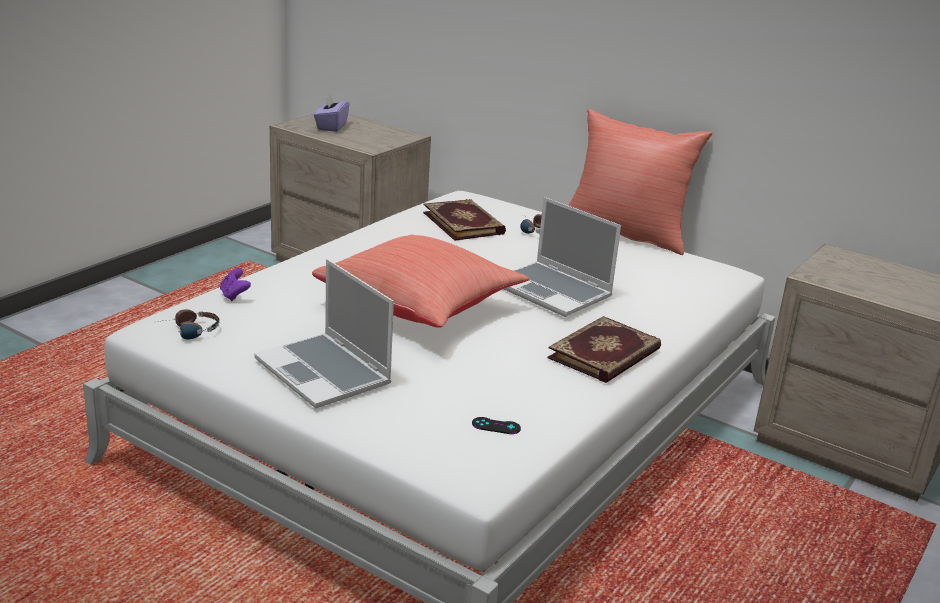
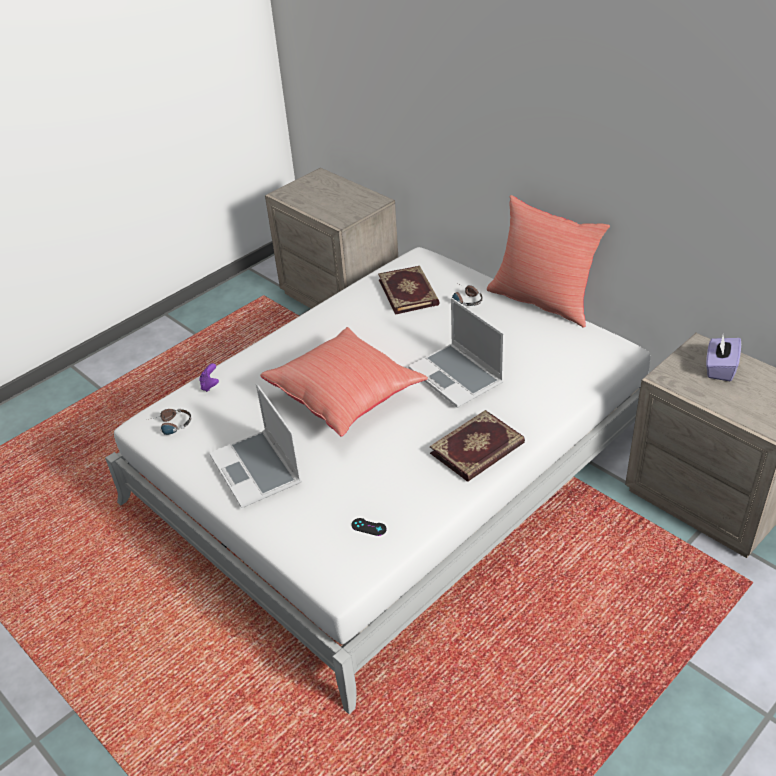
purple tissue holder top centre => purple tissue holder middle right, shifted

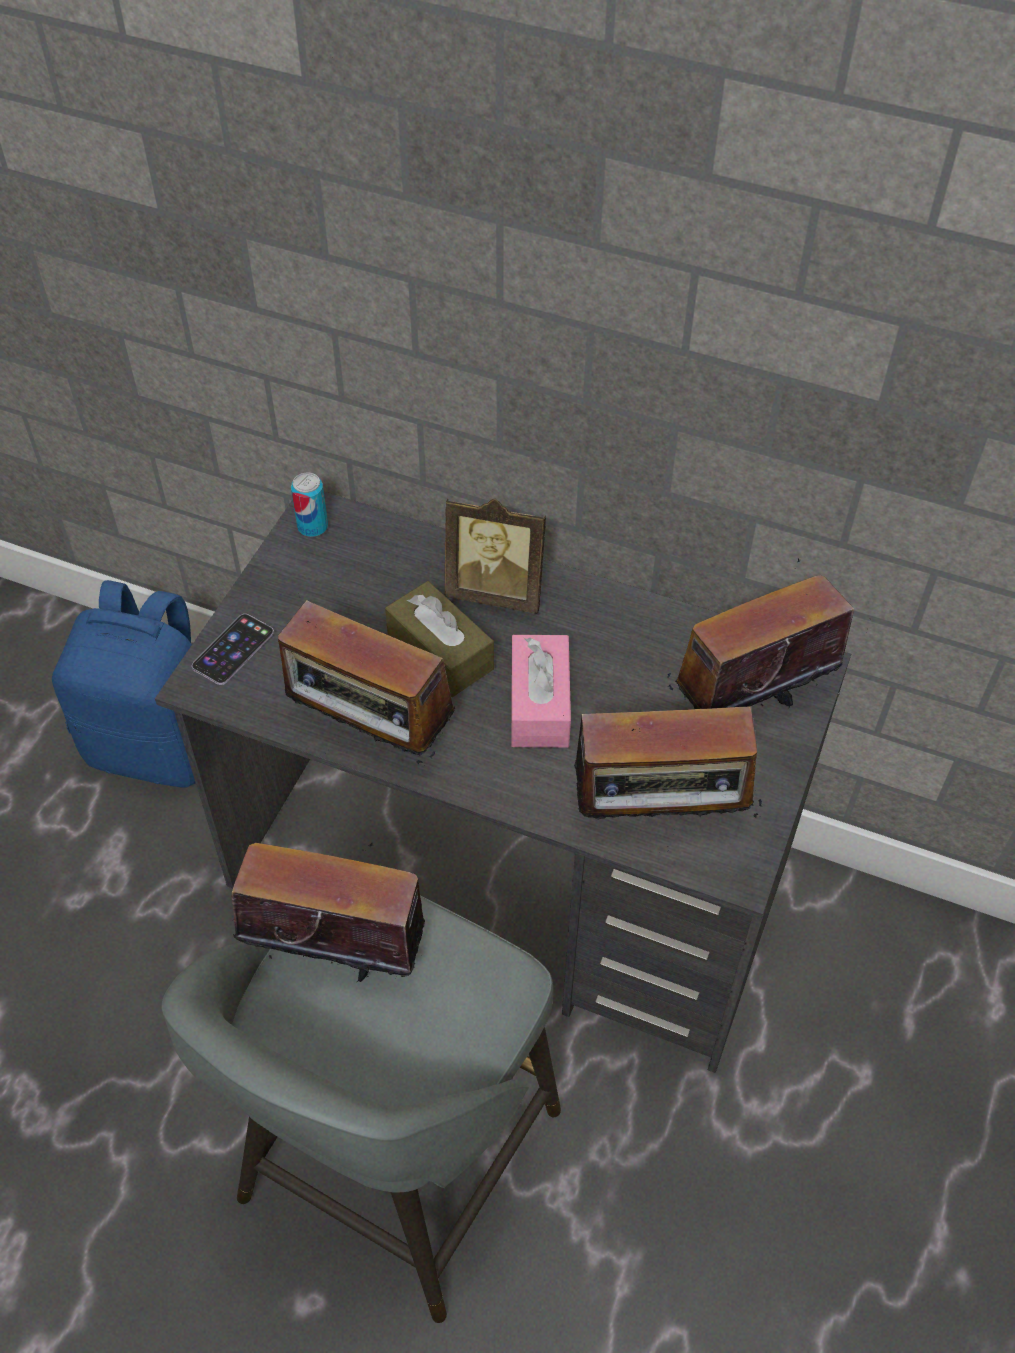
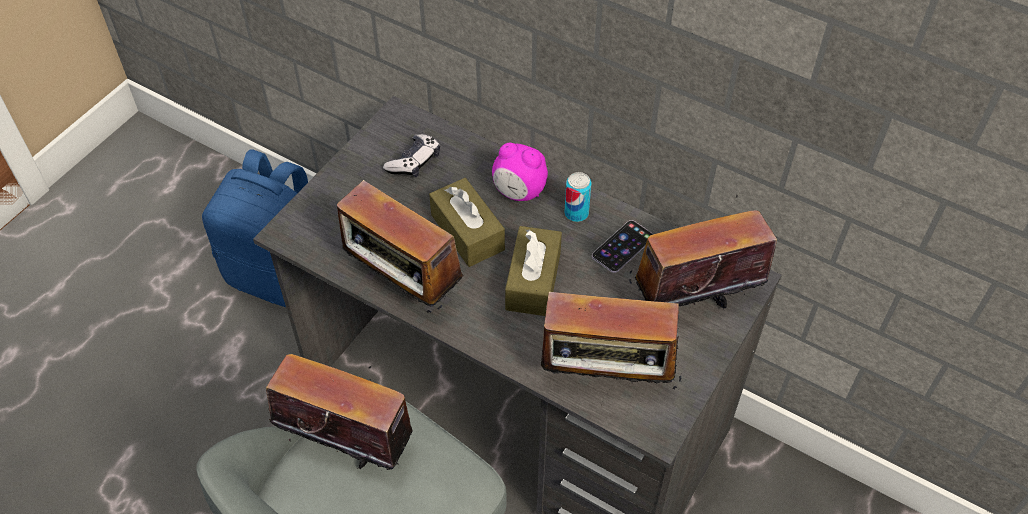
nothing => game controller top centre
telephone middle left => telephone centre, shifted
can middle left => can centre, shifted
picture frame centre => alarm clock centre
pink-coloured tissue holder centre => brown-coloured tissue holder (no. 2 from left) centre

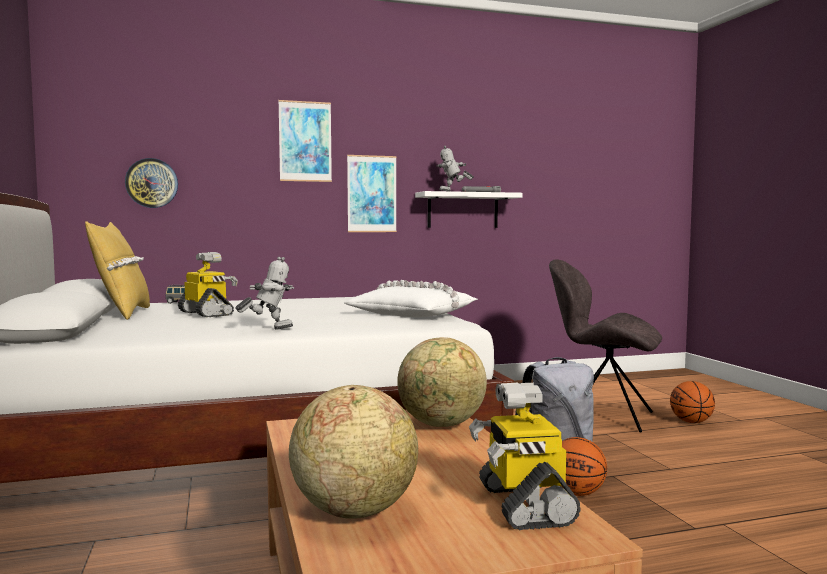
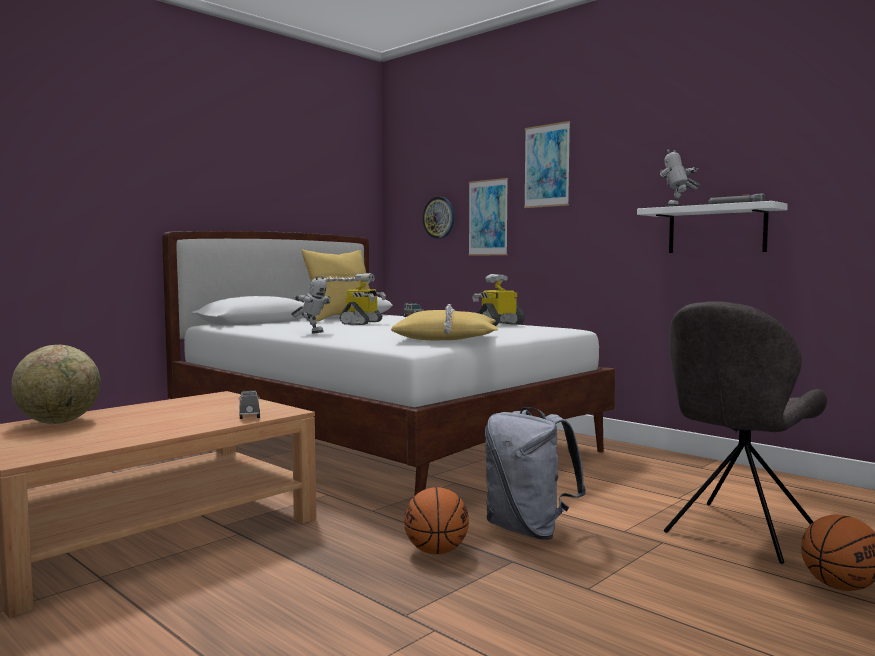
wall art (no. 2 from left in the first image) centre => wall art (no. 1 from left) top centre, shifted
robot figure (no. 4 from left in the first image) bottom centre => robot figure (no. 3 from left) centre, shifted
world globe (no. 2 from left) centre => greyish toy car (no. 1 from left) middle left
whitish cushion centre => yellow cushion (no. 2 from left) centre
greyish chair middle right, 135 degrees counterclockwise

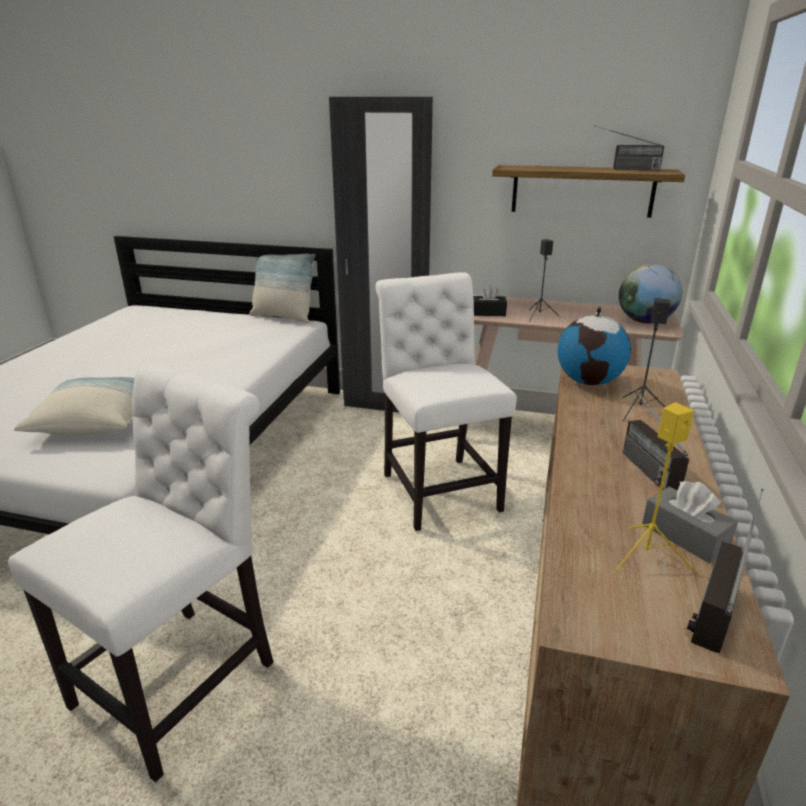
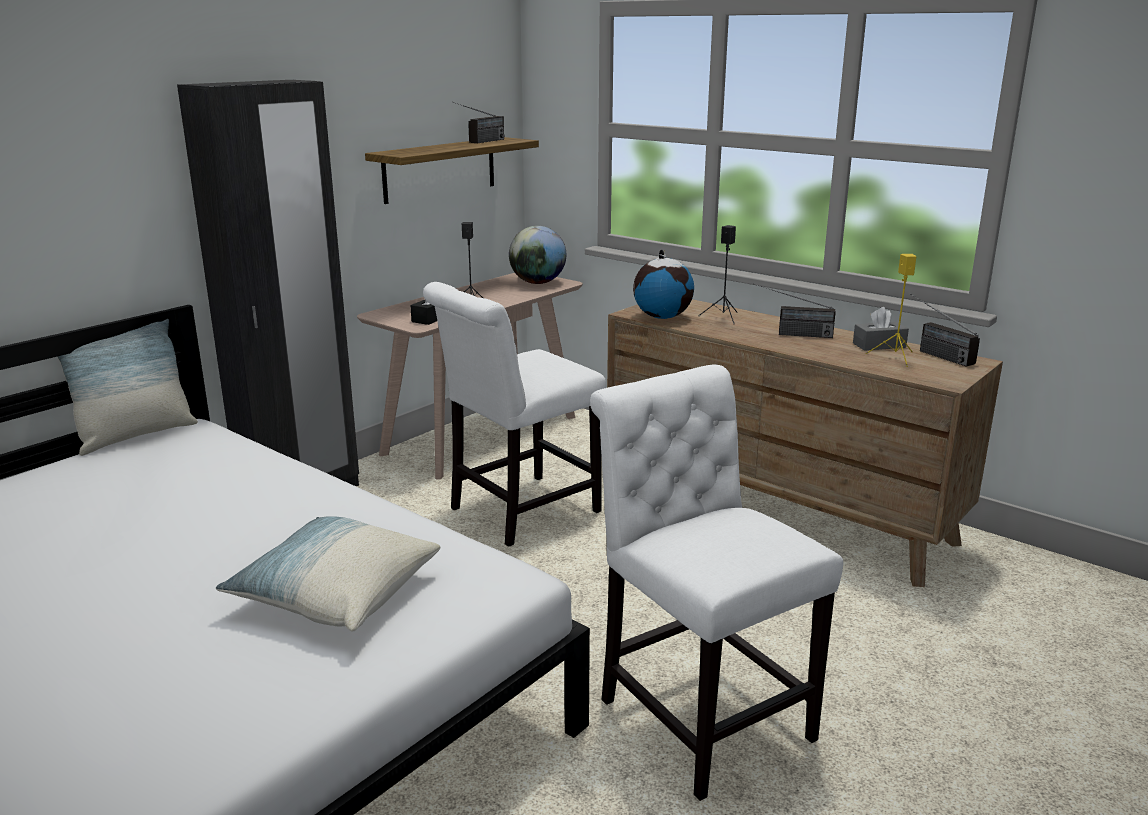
whitish chair (no. 2 from left in the first image) centre => whitish chair (no. 1 from left) centre, 45 degrees counterclockwise

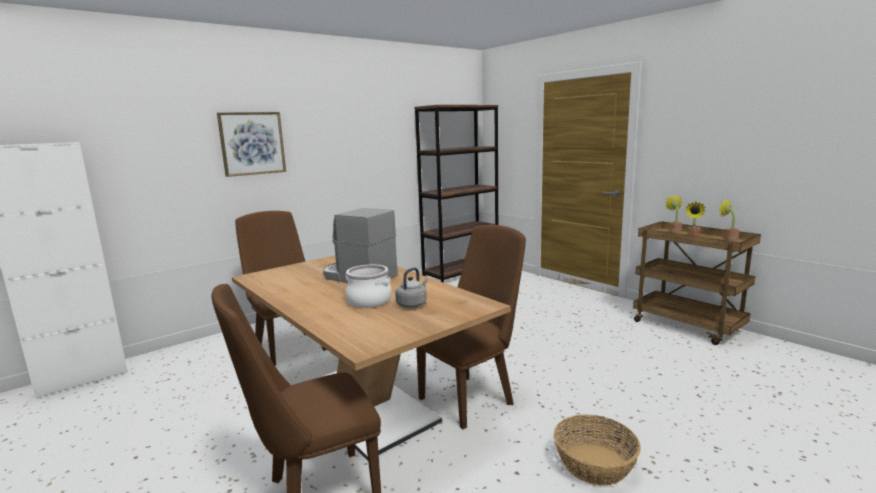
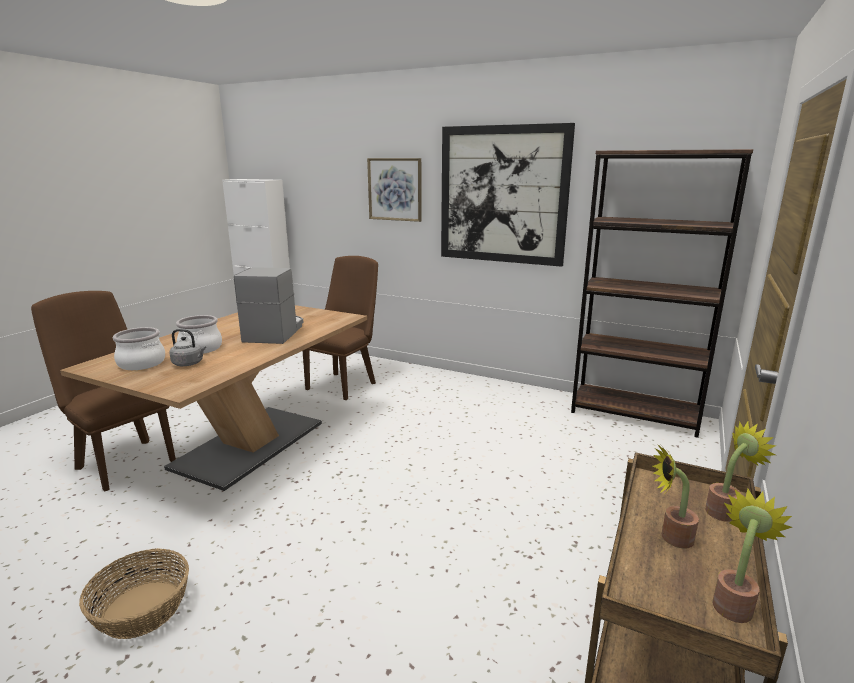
brown-coloured chair (no. 3 from left) centre => nothing
nothing => cooking pot (no. 1 from left) middle left
nothing => wall art (no. 2 from left) top centre

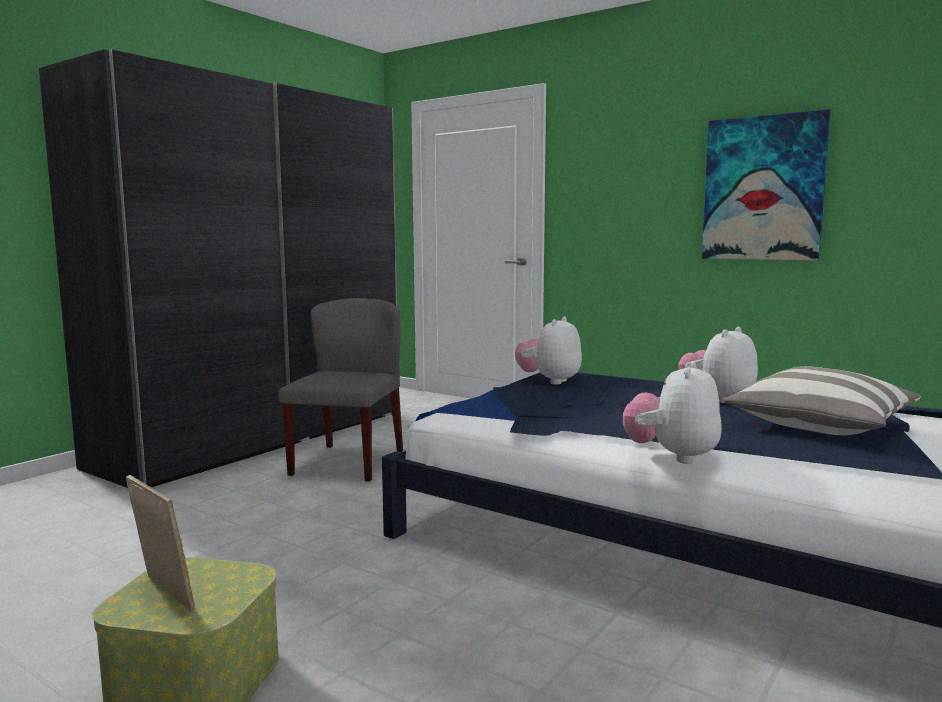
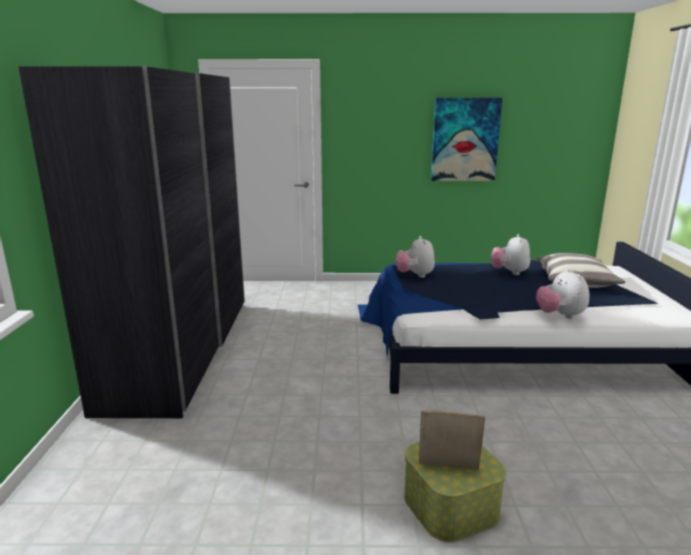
greyish chair centre => nothing

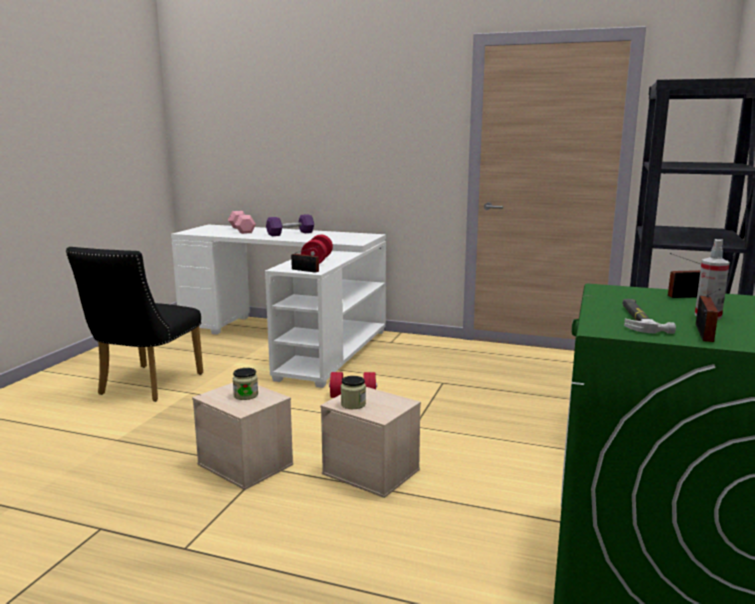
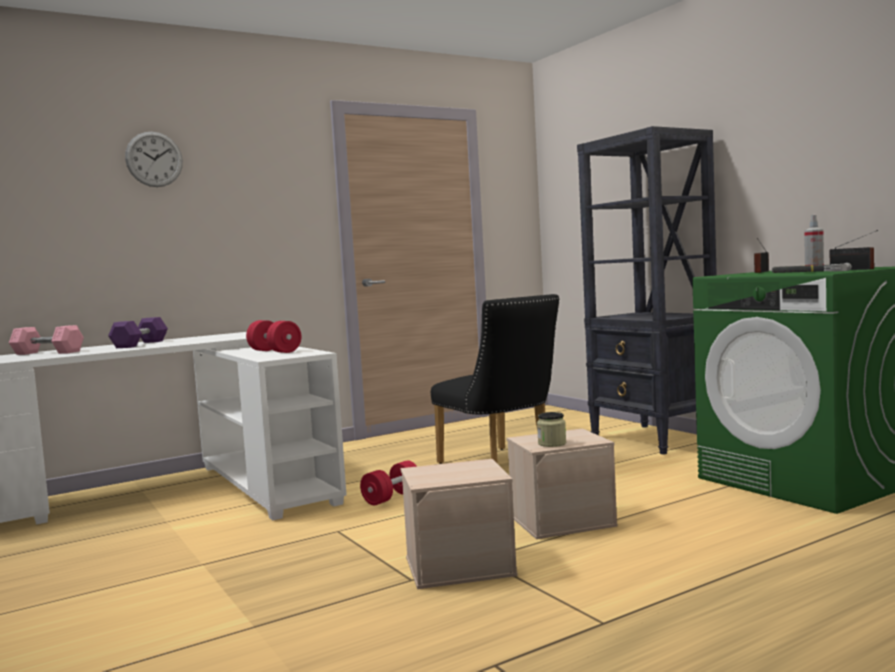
storage jar (no. 1 from left) middle left => nothing
radio set (no. 1 from left) centre => nothing
nothing => wall clock top left
black-coloured chair middle left => black-coloured chair centre, shifted

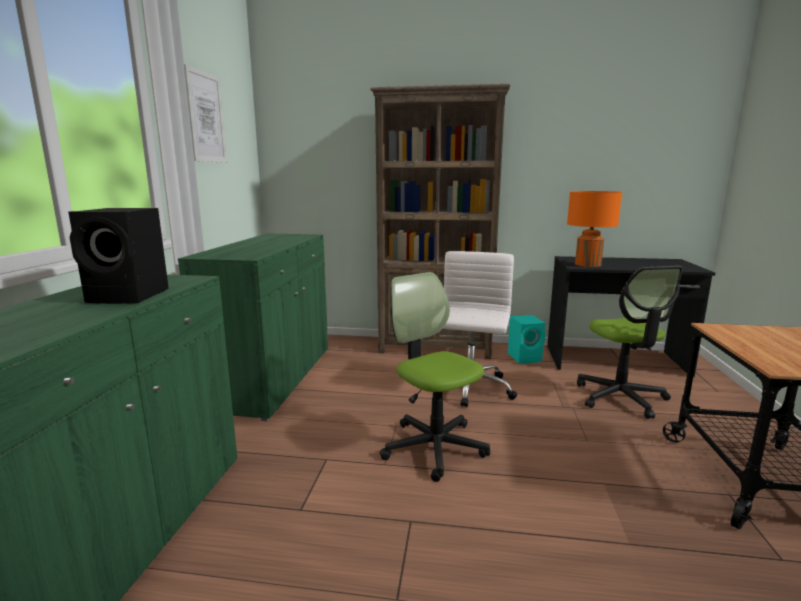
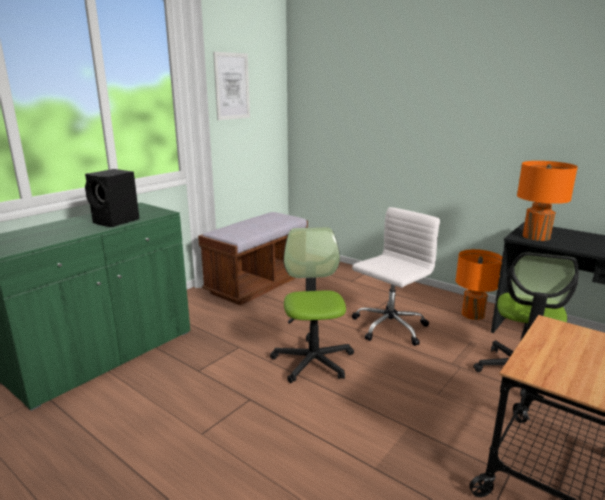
brown-coloured shelving unit centre => nothing
green cabinet (no. 2 from left) middle left => brown-coloured long seat centre
turquoise loudspeaker centre => orangey tabletop lamp (no. 1 from left) middle right

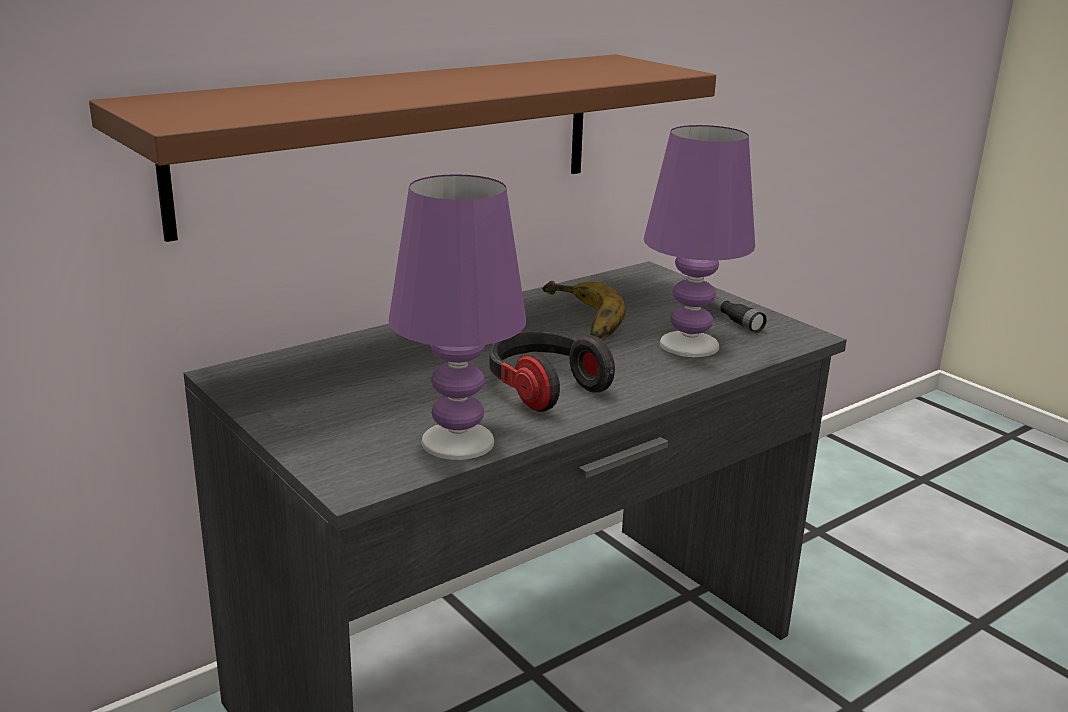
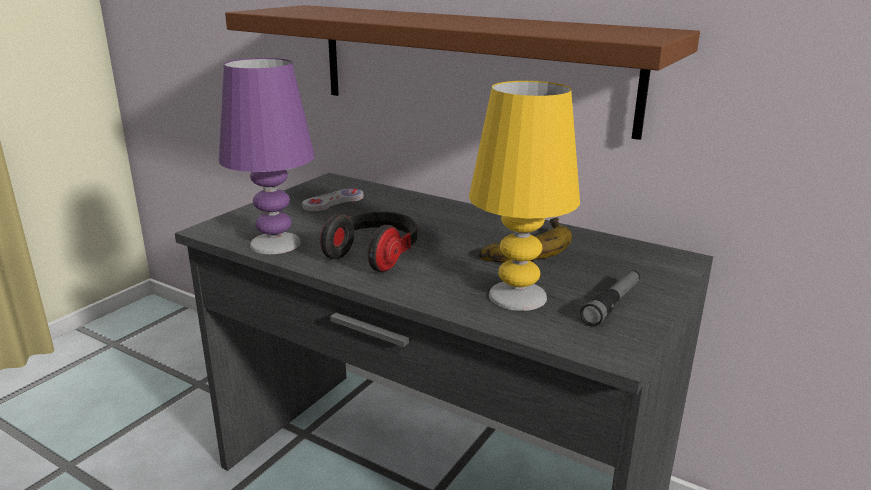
nothing => whitish game controller centre
purple tabletop lamp (no. 2 from left) centre => yellow tabletop lamp centre

